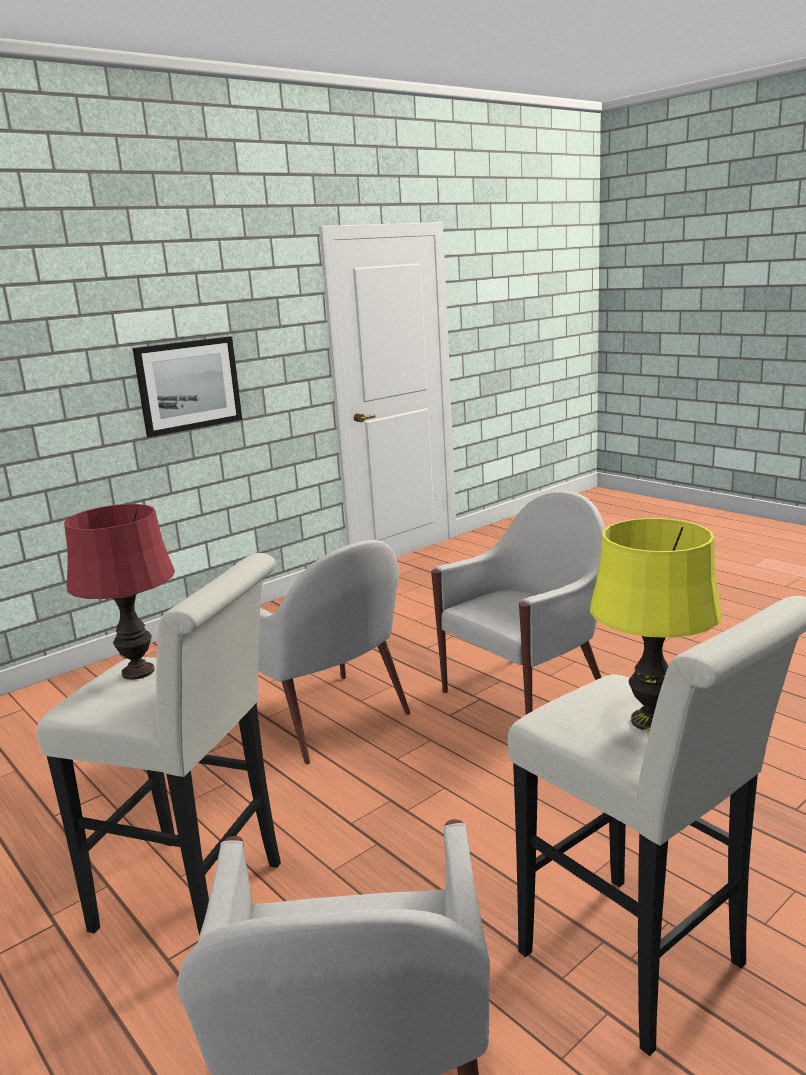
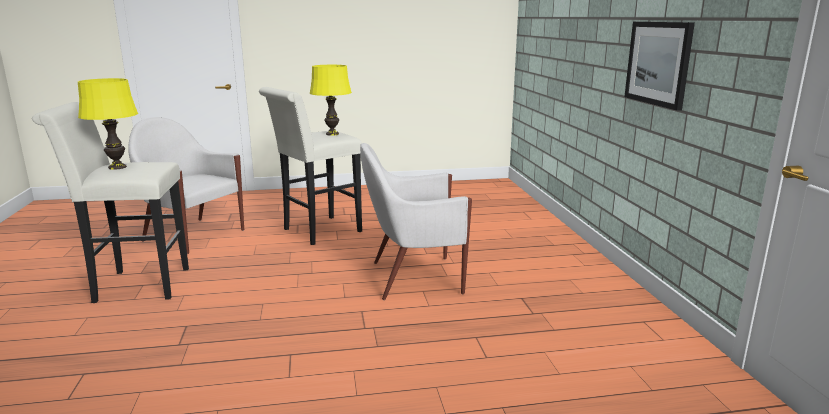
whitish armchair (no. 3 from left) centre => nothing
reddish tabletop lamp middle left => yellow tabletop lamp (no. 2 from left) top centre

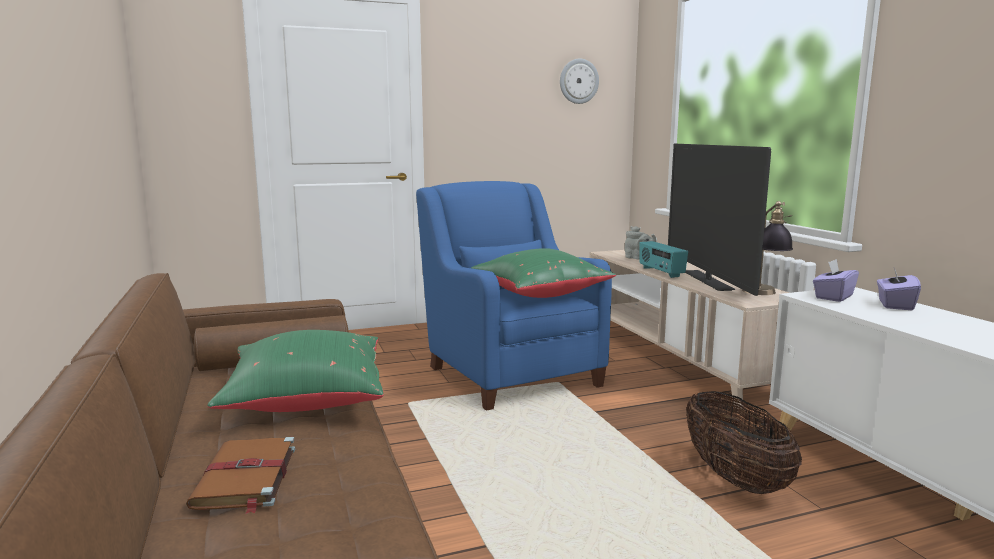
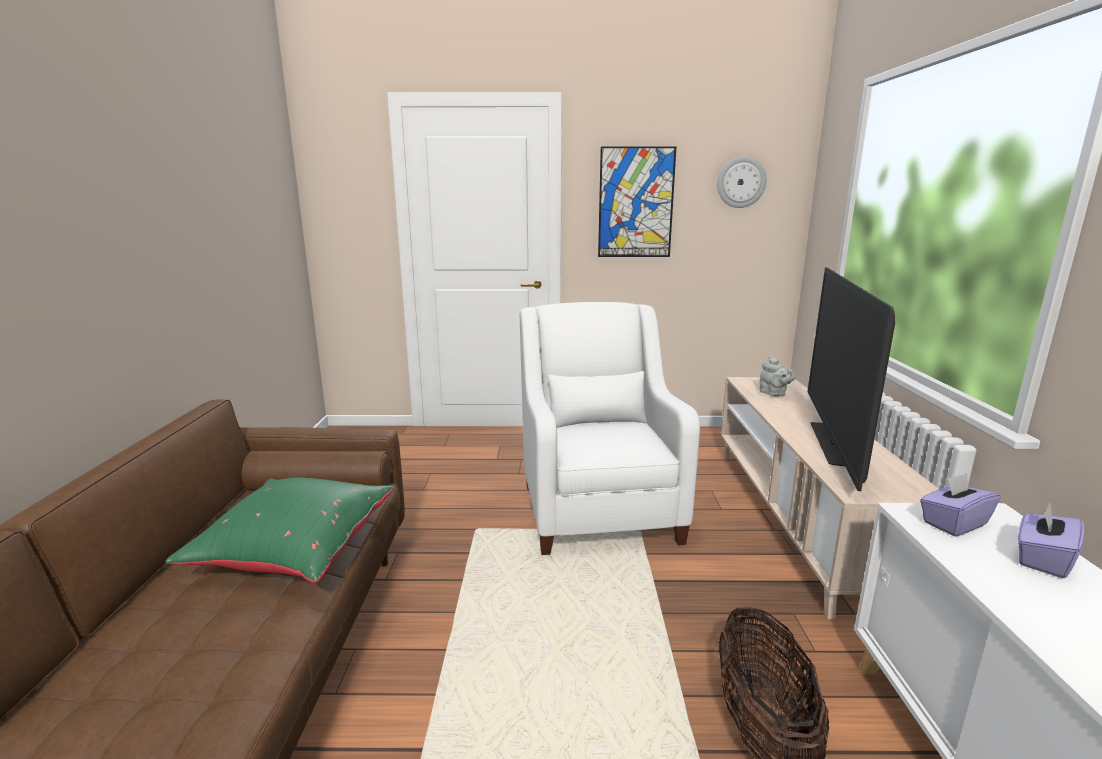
brown-coloured volume bottom left => nothing
green cushion (no. 2 from left) centre => nothing
radio set middle right => nothing
tabletop lamp middle right => nothing
nothing => wall art top centre
bluish armchair centre => whitish armchair centre

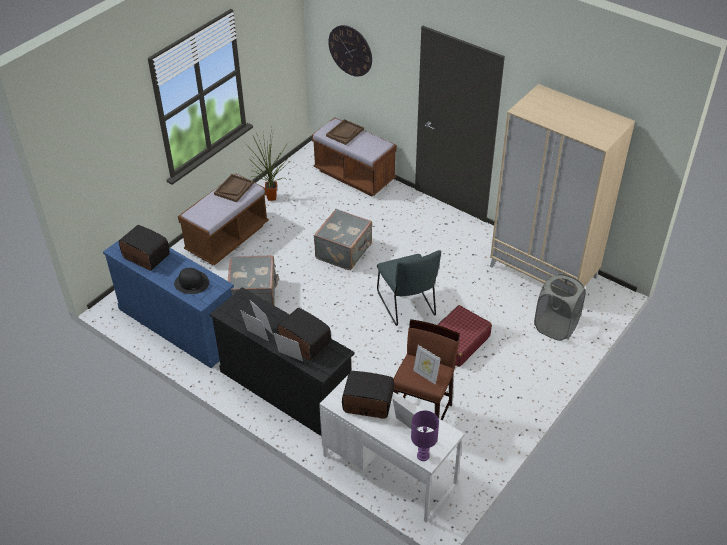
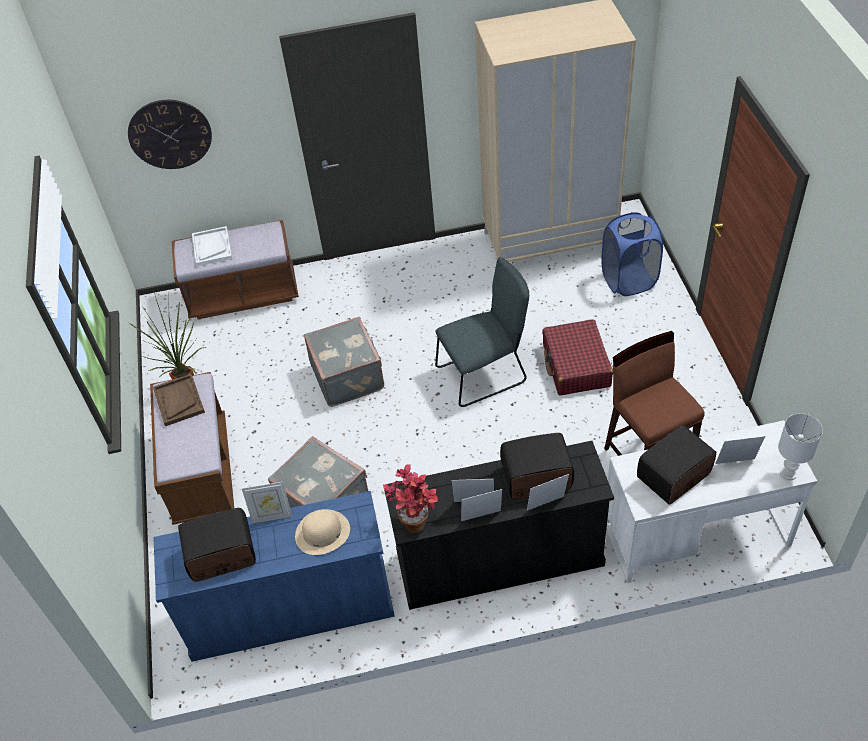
nothing => plant in a pot (no. 2 from left) bottom centre
picture frame (no. 5 from left in the first image) bottom centre => picture frame (no. 1 from left) bottom left, shifted
black-coloured hat middle left => beige-coloured hat bottom centre
brown-coloured carrying tray (no. 2 from left) top centre => whitish carrying tray top left
purple tabletop lamp bottom centre => whitish tabletop lamp middle right
greyish washing basket middle right => bluish washing basket middle right
greyish chair centre, 45 degrees counterclockwise

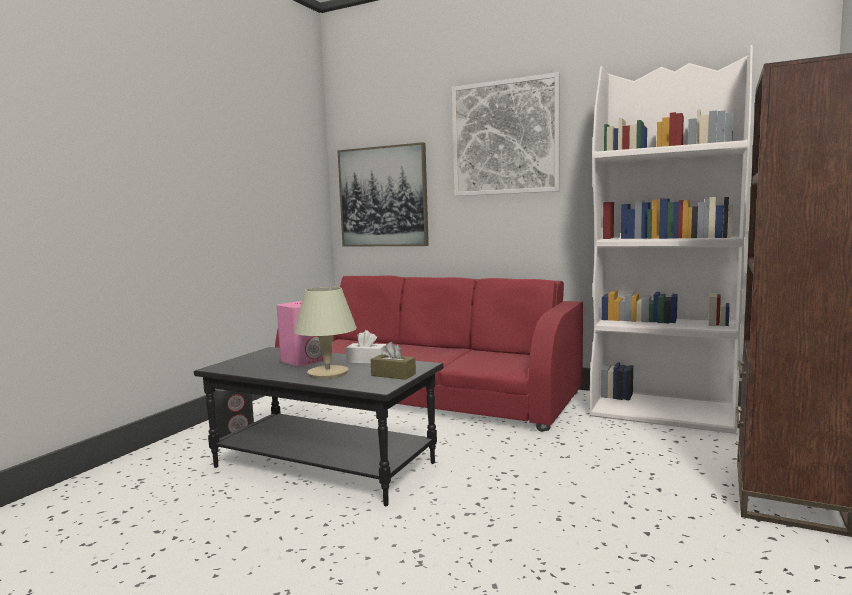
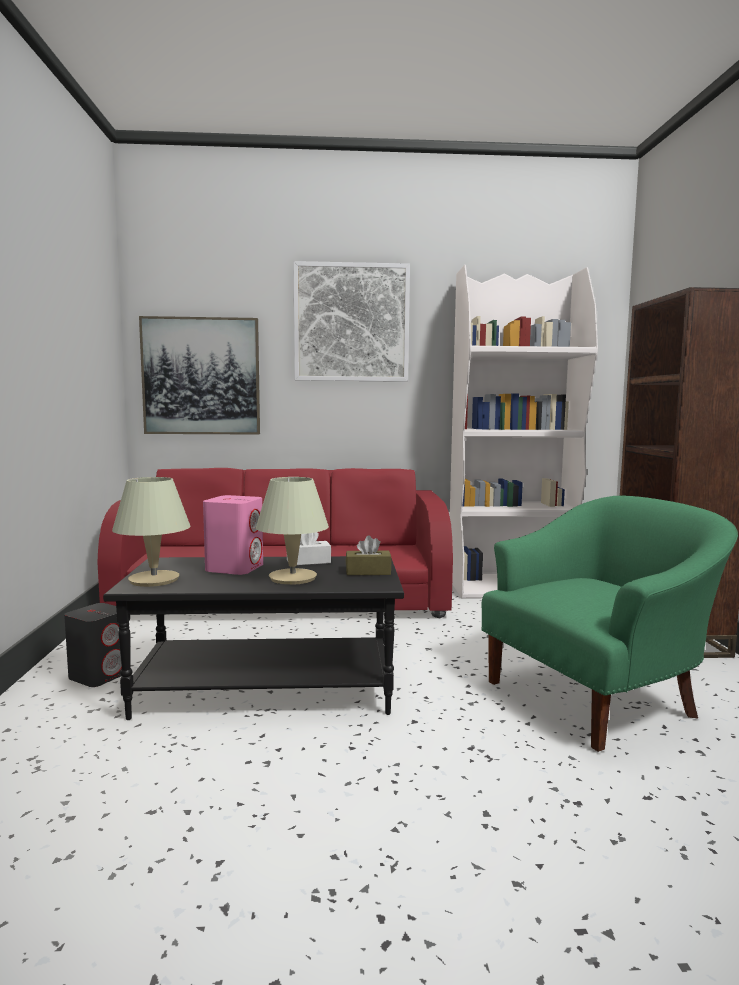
nothing => beige-coloured tabletop lamp (no. 1 from left) middle left
nothing => green armchair middle right

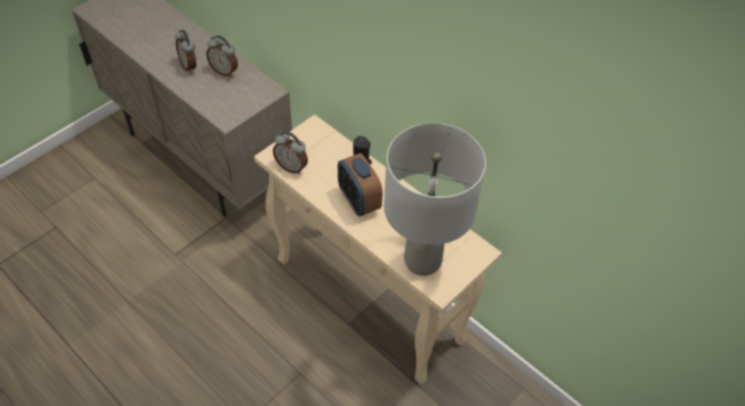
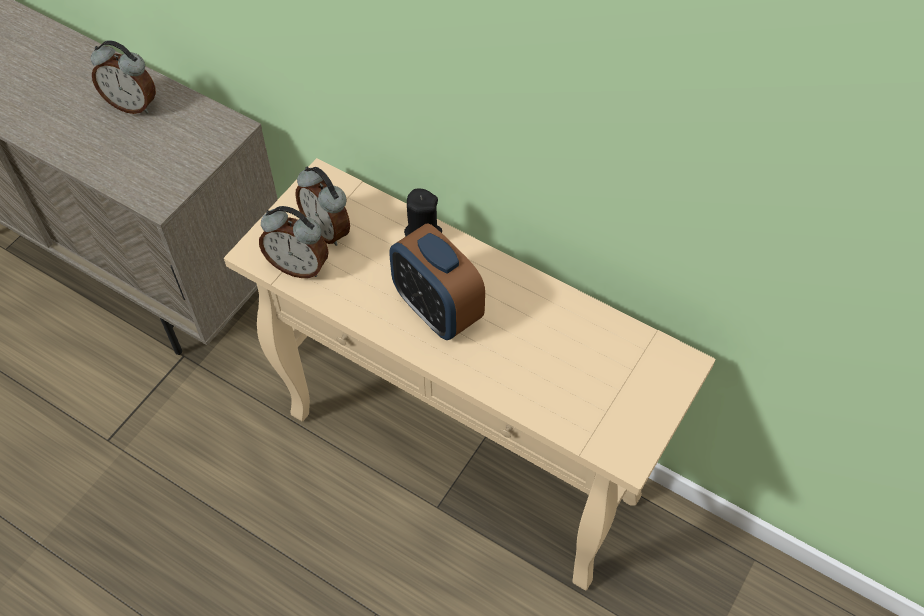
greyish tabletop lamp centre => nothing
alarm clock (no. 1 from left in the first image) top left => alarm clock (no. 3 from left) centre, shifted

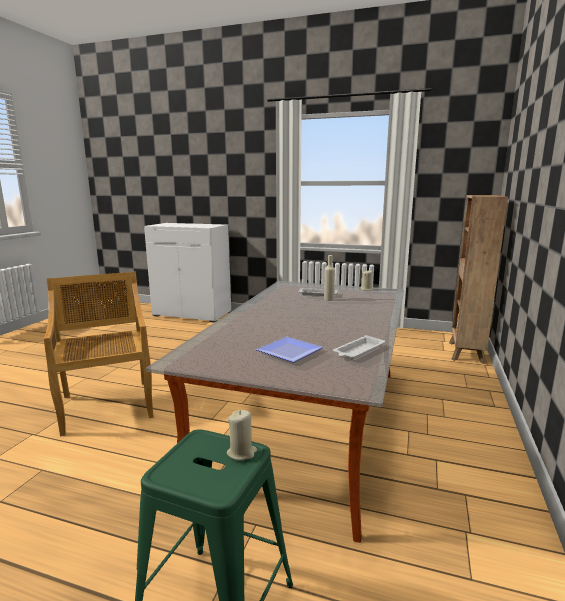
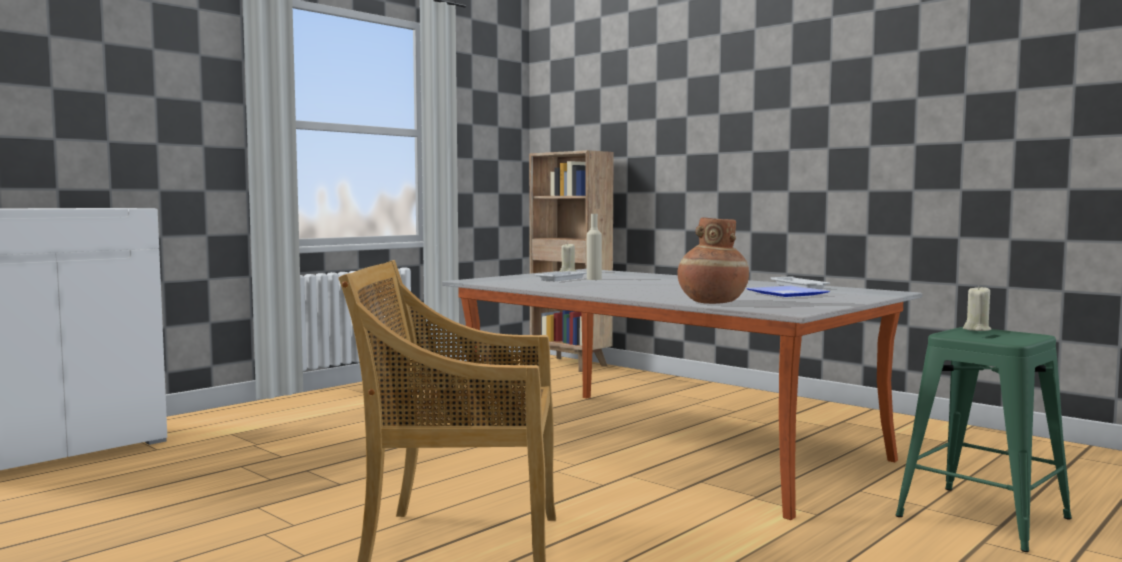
nothing => brown-coloured flower vase centre

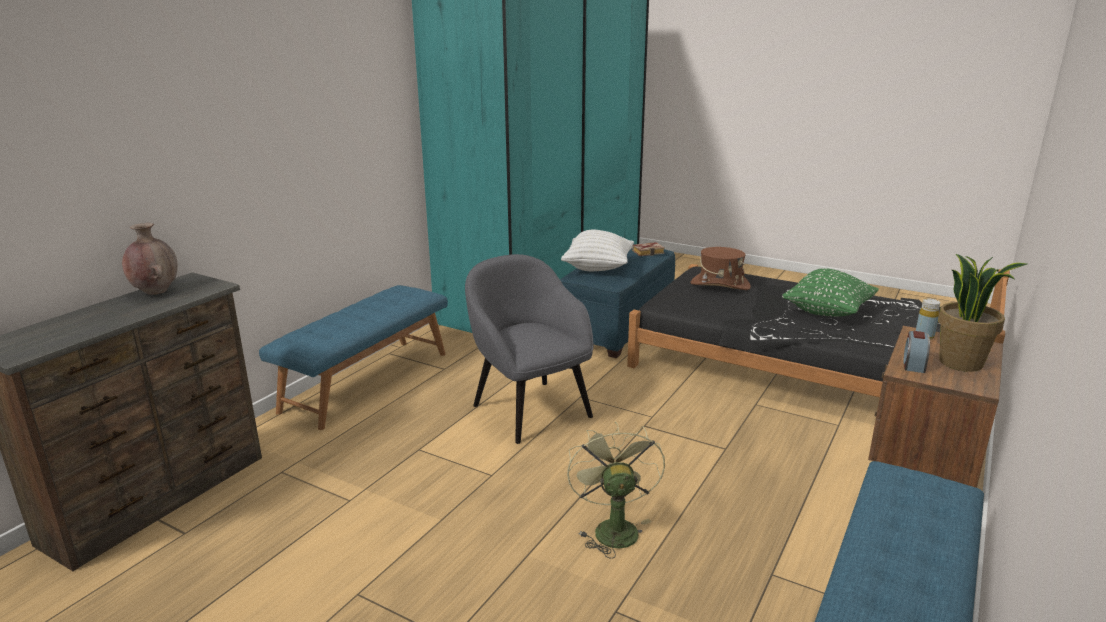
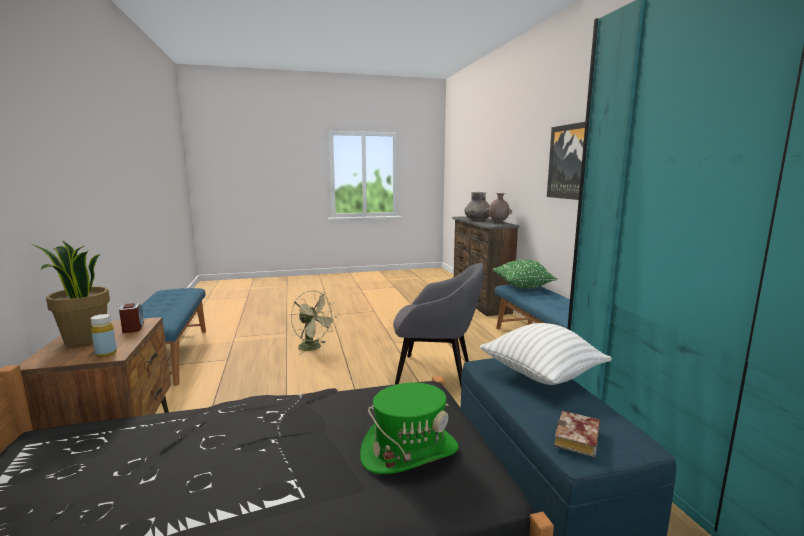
nothing => greyish flower vase centre
nothing => wall art top right
green cushion middle right => green cushion centre, shifted
brown-coloured hat centre => green hat bottom centre

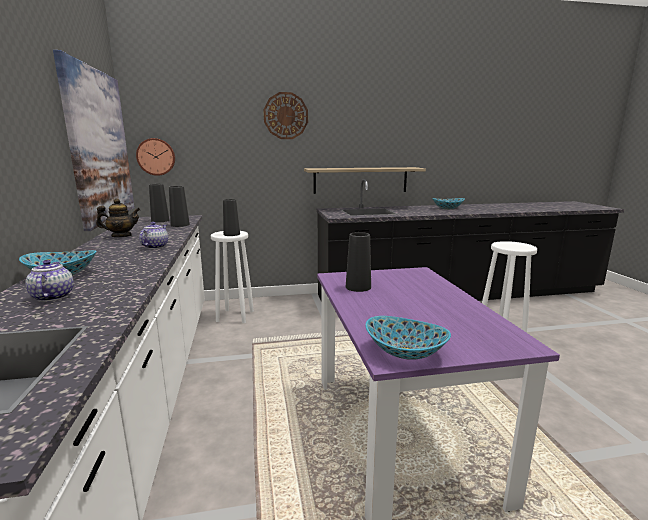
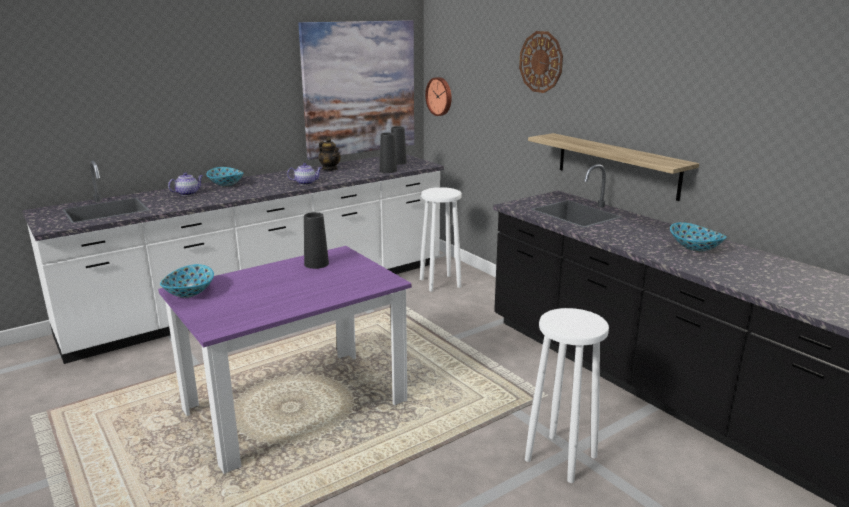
black-coloured flower vase (no. 3 from left) centre => nothing

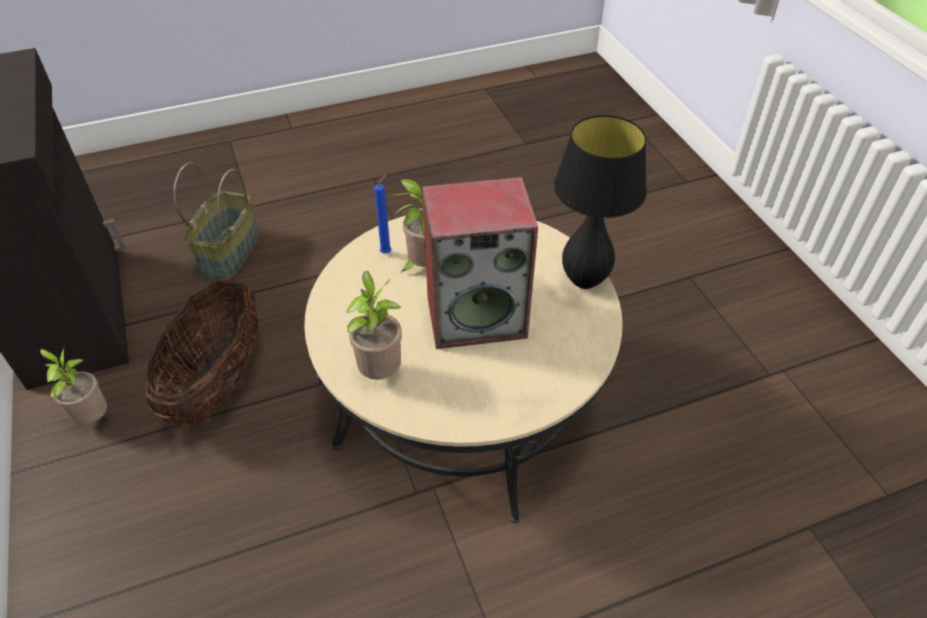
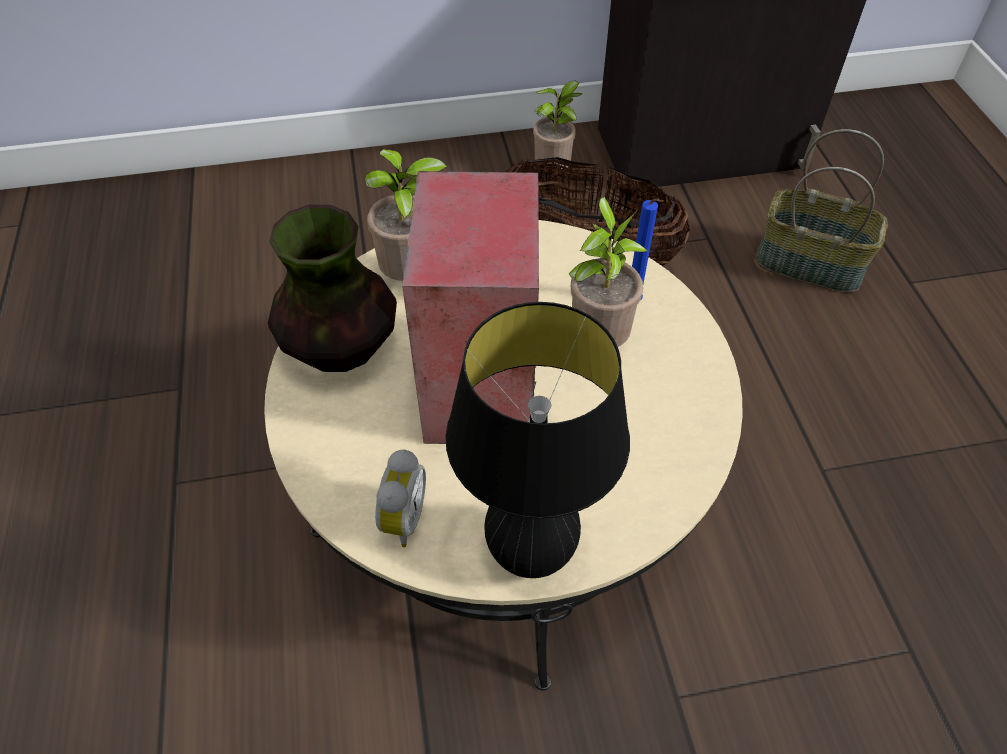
nothing => flower vase middle left
nothing => alarm clock centre

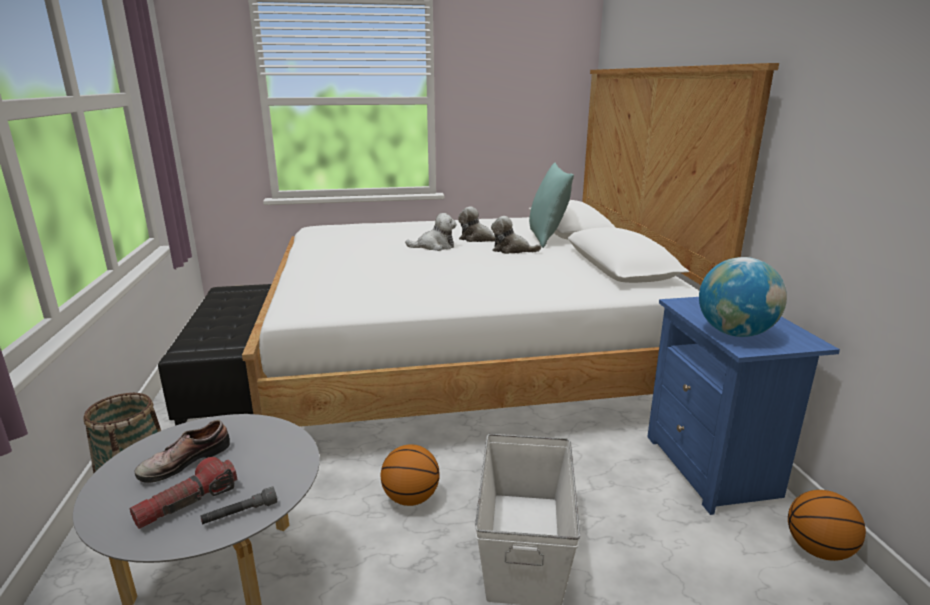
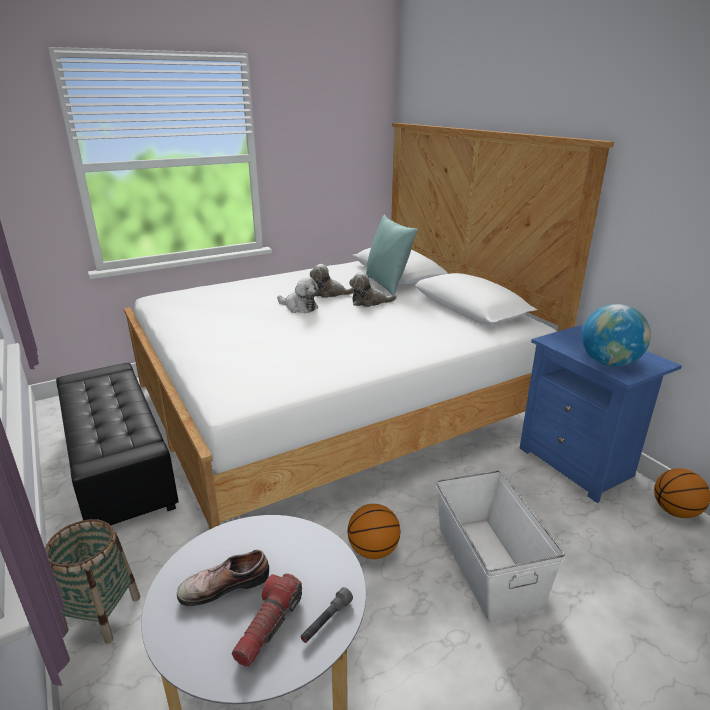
shoe bottom left, 45 degrees clockwise
cuddly toy (no. 1 from left) centre, 60 degrees clockwise

